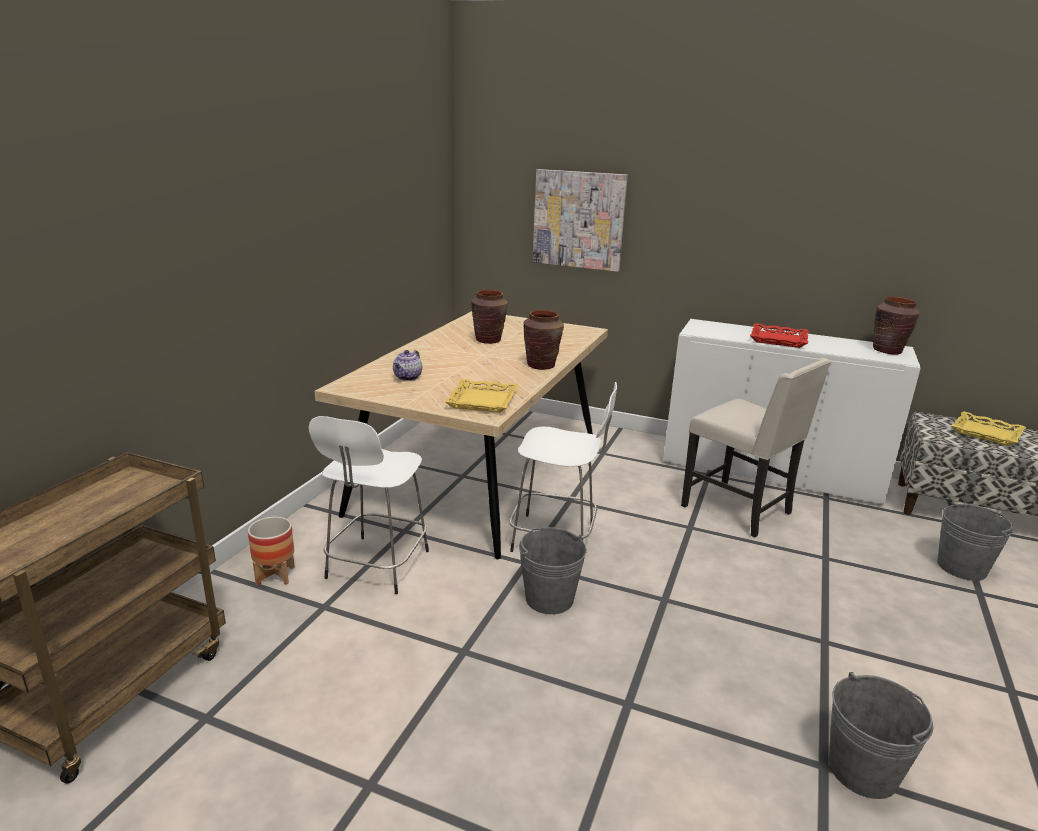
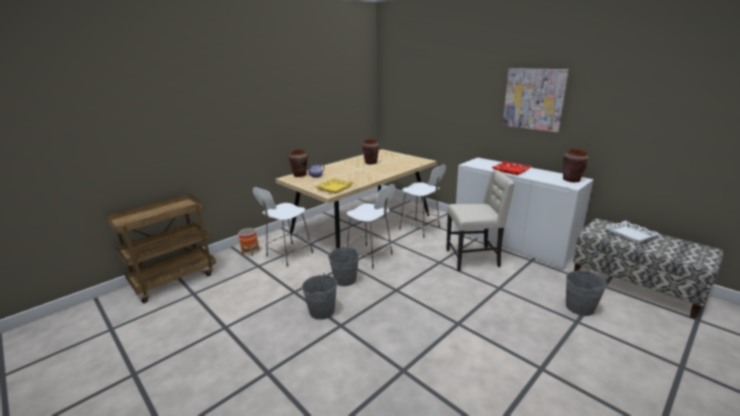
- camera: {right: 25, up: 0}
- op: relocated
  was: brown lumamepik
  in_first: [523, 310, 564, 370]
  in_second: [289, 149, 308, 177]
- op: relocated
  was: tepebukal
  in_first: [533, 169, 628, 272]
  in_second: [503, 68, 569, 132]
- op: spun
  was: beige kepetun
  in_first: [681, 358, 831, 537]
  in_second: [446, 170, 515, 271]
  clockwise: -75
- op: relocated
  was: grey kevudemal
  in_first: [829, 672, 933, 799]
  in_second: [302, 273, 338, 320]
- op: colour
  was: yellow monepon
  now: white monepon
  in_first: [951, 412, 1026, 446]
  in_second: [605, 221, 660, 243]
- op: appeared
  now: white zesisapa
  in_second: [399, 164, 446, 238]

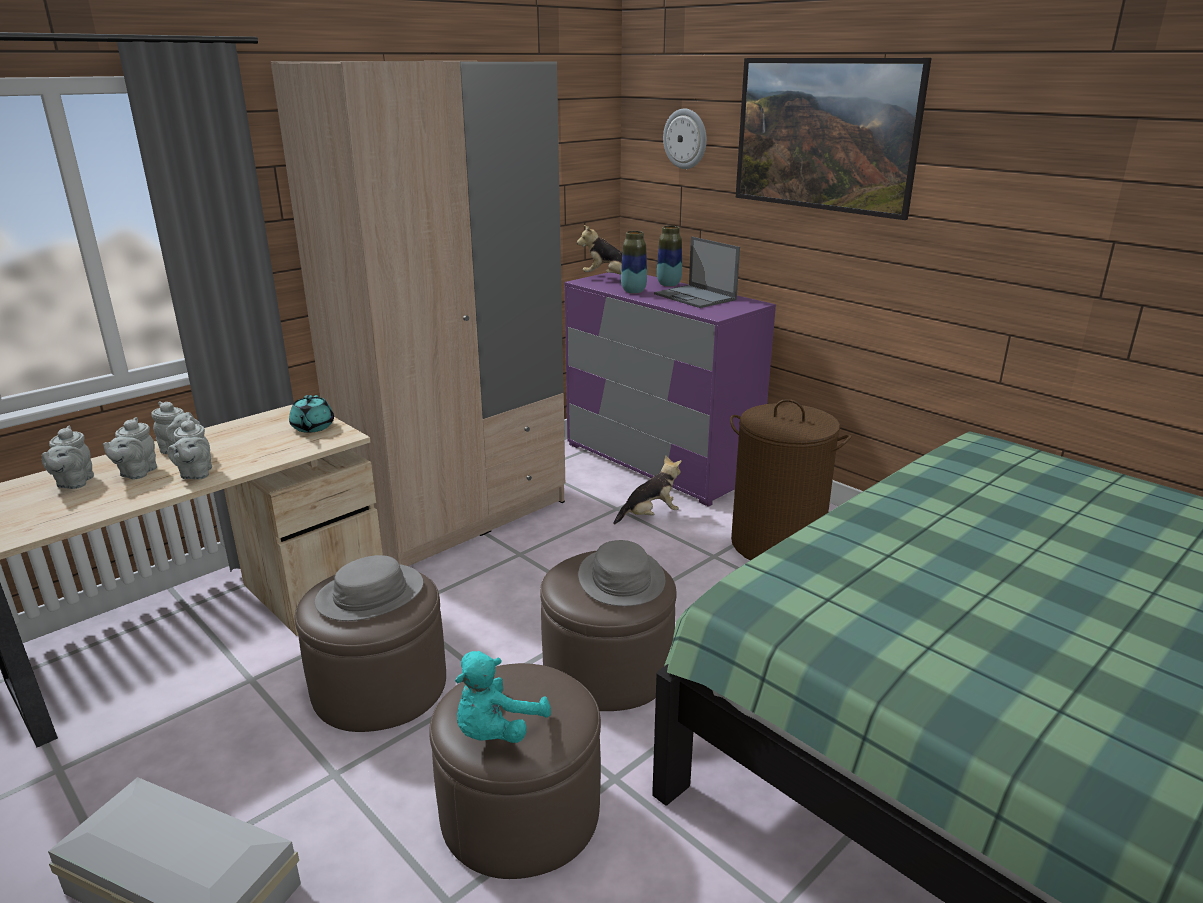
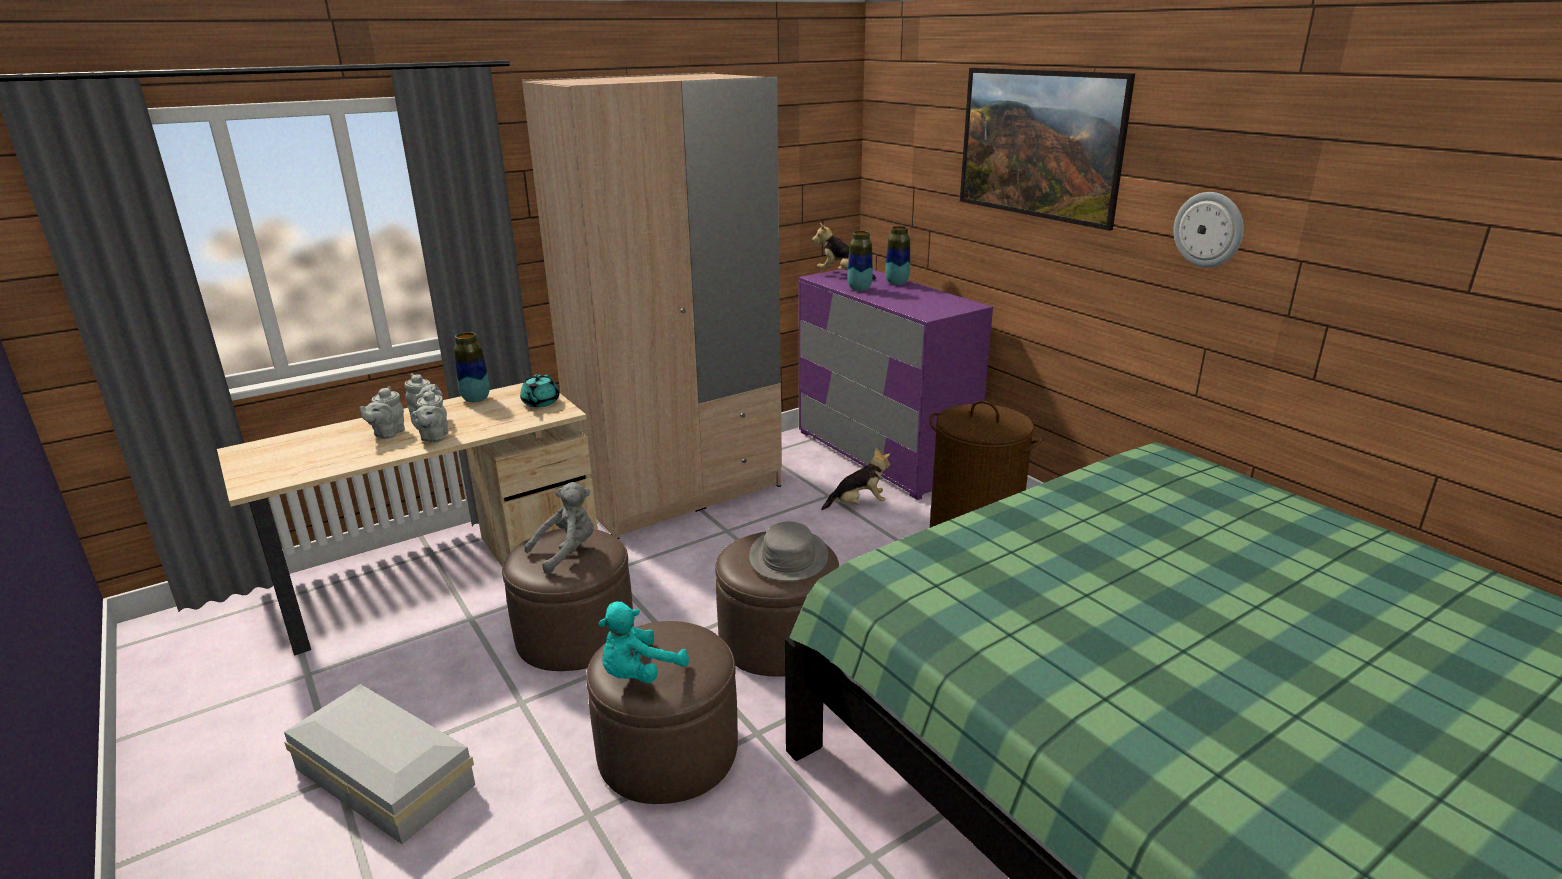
- camera: {right: 10, up: 0}
- op: missing
  was: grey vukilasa
  in_first: [41, 426, 94, 489]
- op: exchanged
  was: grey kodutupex
  now: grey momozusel
  in_first: [315, 555, 423, 621]
  in_second: [525, 482, 594, 574]
- op: missing
  was: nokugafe
  in_first: [654, 237, 740, 308]
- op: relocated
  was: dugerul
  in_first: [663, 109, 707, 169]
  in_second: [1174, 192, 1244, 268]
- op: appeared
  now: lumamepik
  in_second: [454, 332, 490, 402]

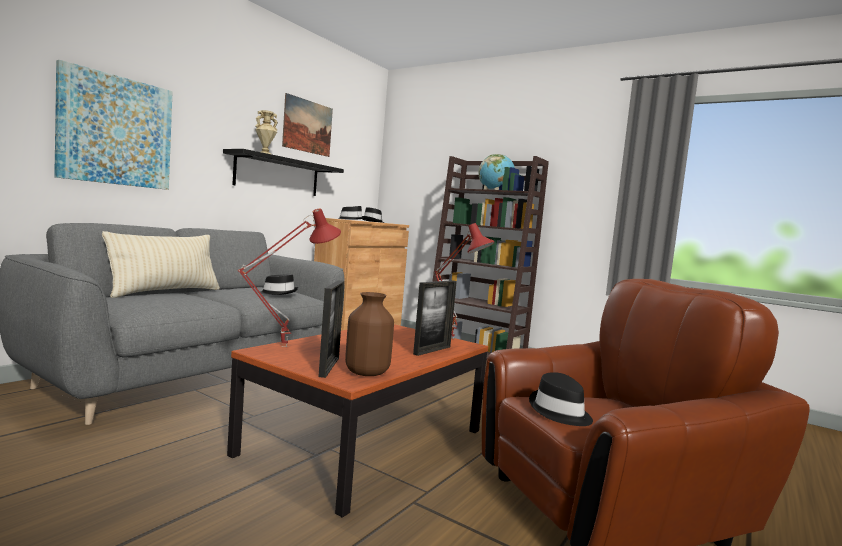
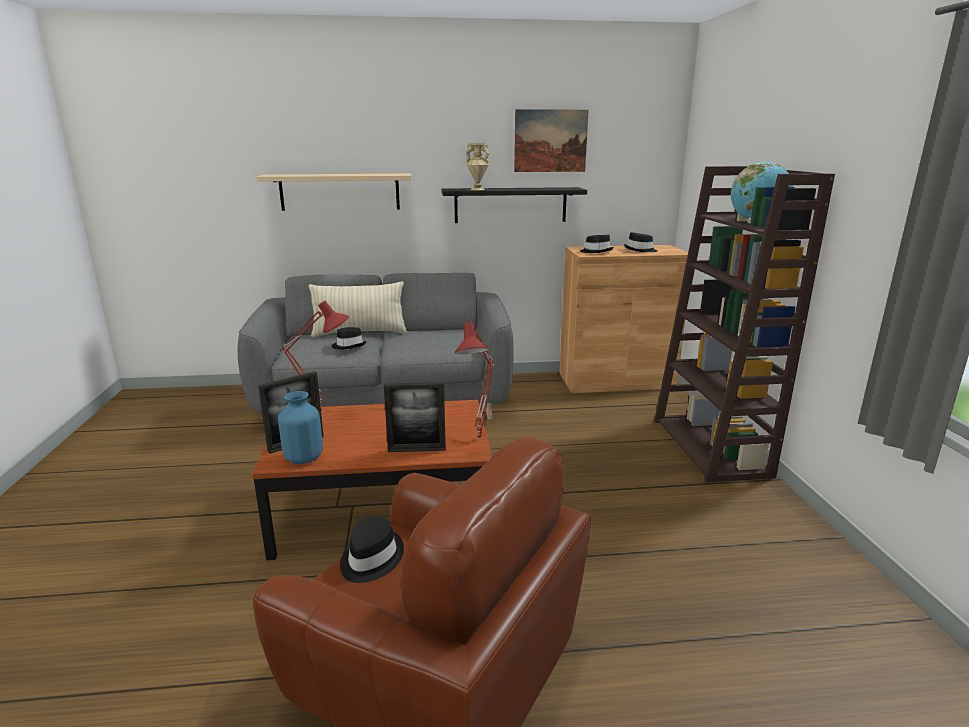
- camera: {right: 50, up: 15}
- op: exchanged
  was: tepebukal
  now: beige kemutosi
  in_first: [54, 60, 173, 190]
  in_second: [256, 174, 411, 211]
- op: relocated
  was: black kodutupex
  in_first: [259, 274, 298, 295]
  in_second: [332, 327, 367, 350]
- op: colour
  was: brown lumamepik
  now: blue lumamepik
  in_first: [345, 292, 394, 376]
  in_second: [278, 391, 323, 464]

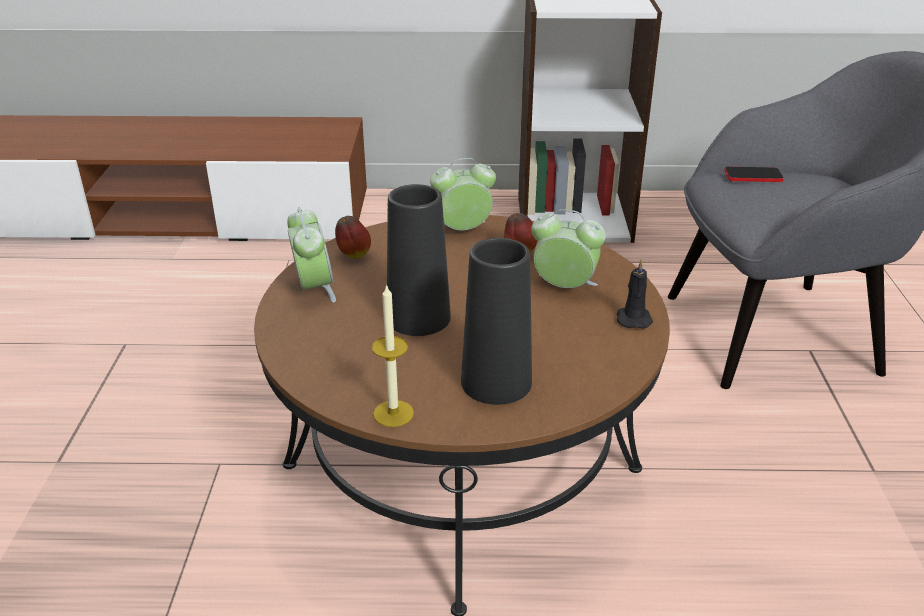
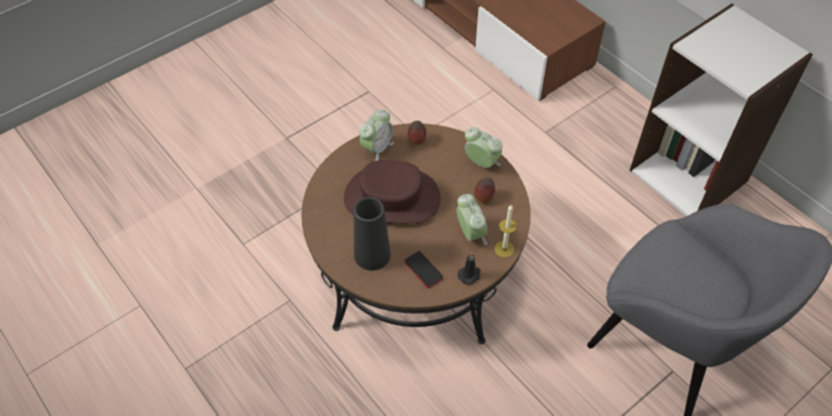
- camera: {right: 50, up: 20}
- op: relocated
  was: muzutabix
  in_first: [372, 284, 414, 427]
  in_second: [494, 205, 517, 258]
- op: exchanged
  was: black lumamepik
  now: brown kodutupex
  in_first: [387, 184, 451, 336]
  in_second: [344, 160, 441, 223]
- op: relocated
  was: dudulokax
  in_first: [724, 167, 784, 182]
  in_second: [404, 251, 443, 288]

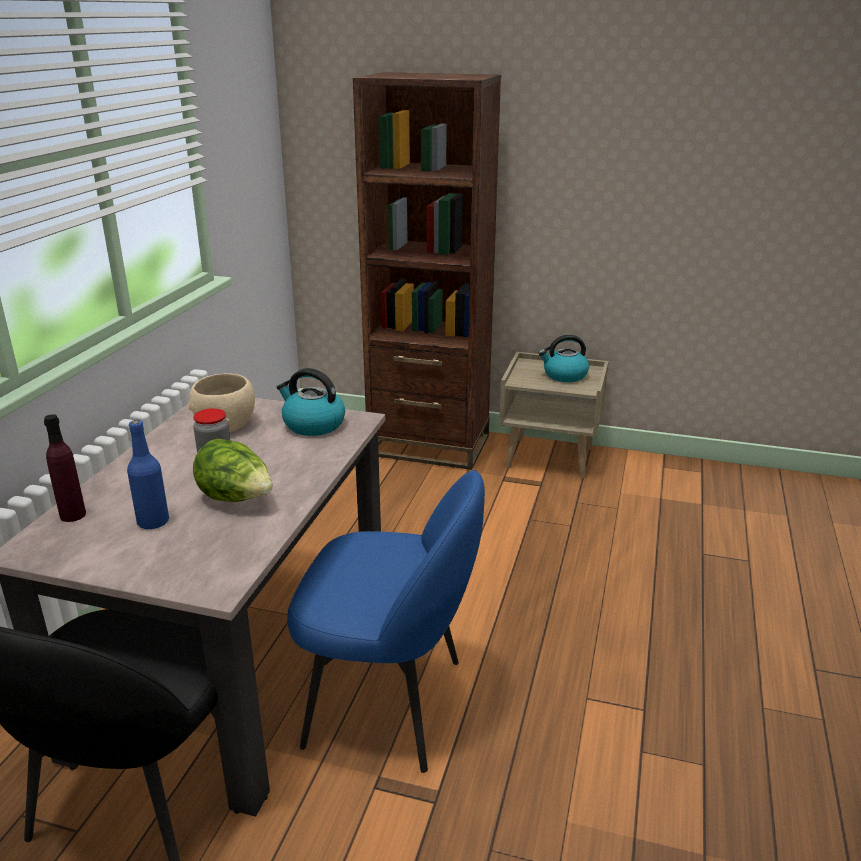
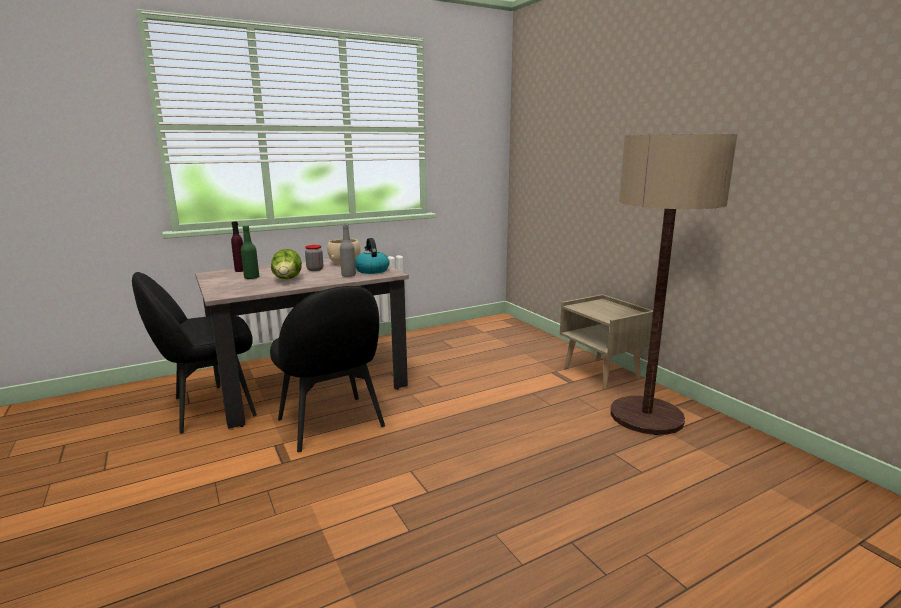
- camera: {right: 45, up: -10}
- op: colour
  was: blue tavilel
  now: green tavilel
  in_first: [127, 420, 169, 530]
  in_second: [241, 225, 259, 279]
- op: colour
  was: blue kepetun
  now: black kepetun
  in_first: [287, 470, 485, 773]
  in_second: [270, 286, 385, 452]
- op: missing
  was: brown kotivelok
  in_first: [353, 72, 501, 470]
- op: missing
  was: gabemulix
  in_first: [539, 335, 589, 382]
- op: appeared
  now: grey tavilel
  in_second: [340, 224, 356, 277]
- op: appeared
  now: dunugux
  in_second: [610, 134, 737, 435]

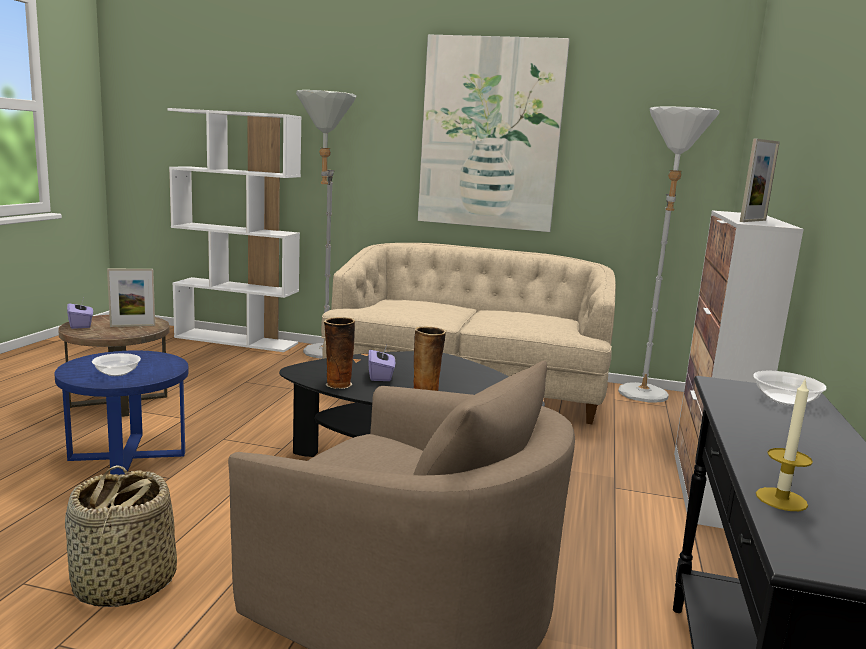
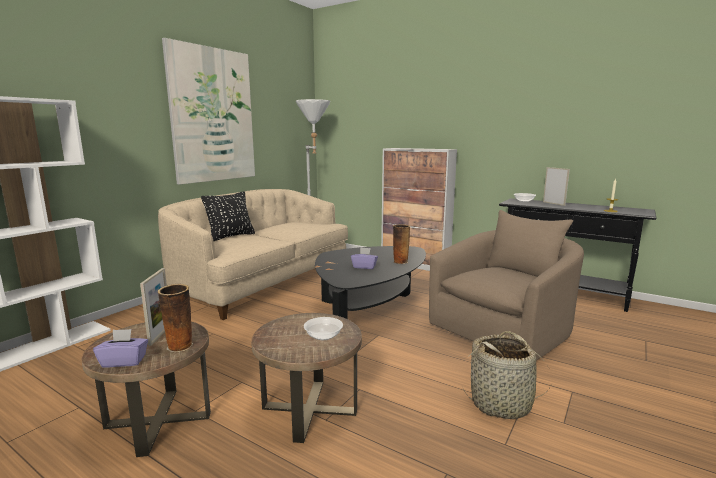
- camera: {right: -70, up: 0}
- op: colour
  was: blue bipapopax
  now: brown bipapopax
  in_first: [54, 351, 189, 475]
  in_second: [251, 313, 362, 443]
- op: missing
  was: grey dunugux
  in_first: [296, 90, 357, 359]
- op: relocated
  was: lumamepik
  in_first: [324, 317, 355, 389]
  in_second: [158, 283, 193, 352]
- op: relocated
  was: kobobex
  in_first: [740, 138, 780, 222]
  in_second: [543, 167, 570, 206]
- op: appeared
  now: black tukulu
  in_second: [201, 191, 255, 241]

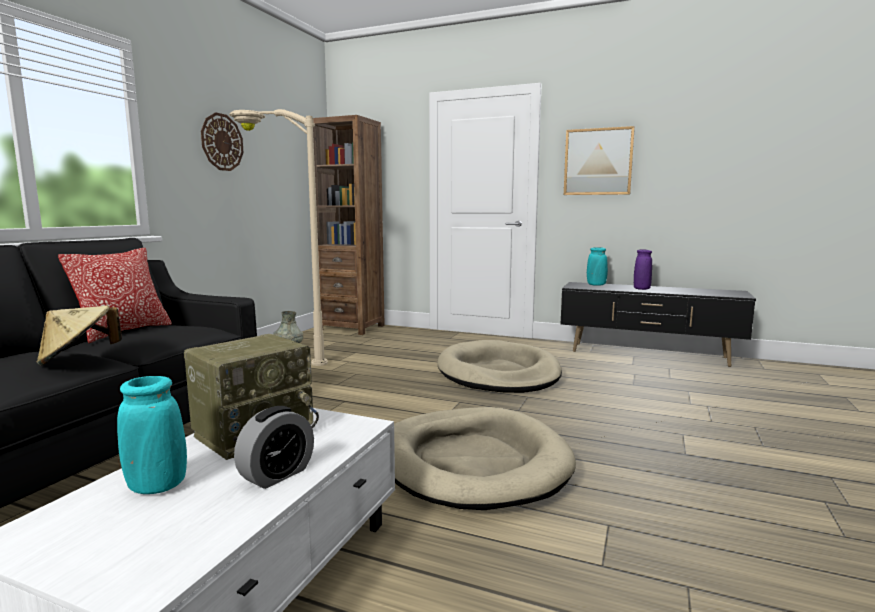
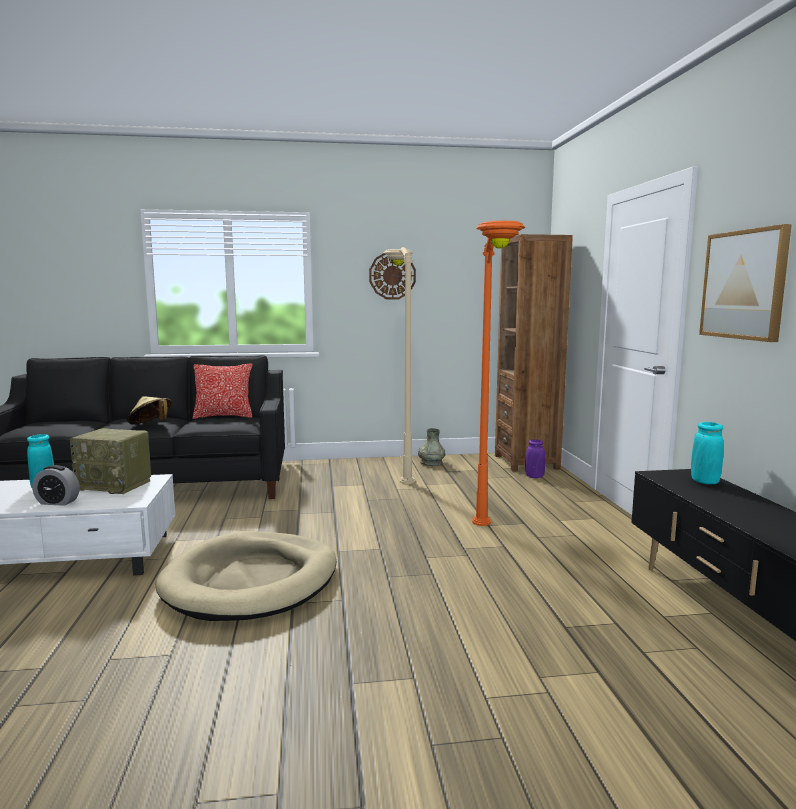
- camera: {right: 60, up: 0}
- op: exchanged
  was: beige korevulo
  now: orange dunugux
  in_first: [437, 340, 562, 393]
  in_second: [472, 221, 525, 526]
- op: relocated
  was: purple lumamepik
  in_first: [634, 249, 652, 290]
  in_second: [525, 440, 546, 478]

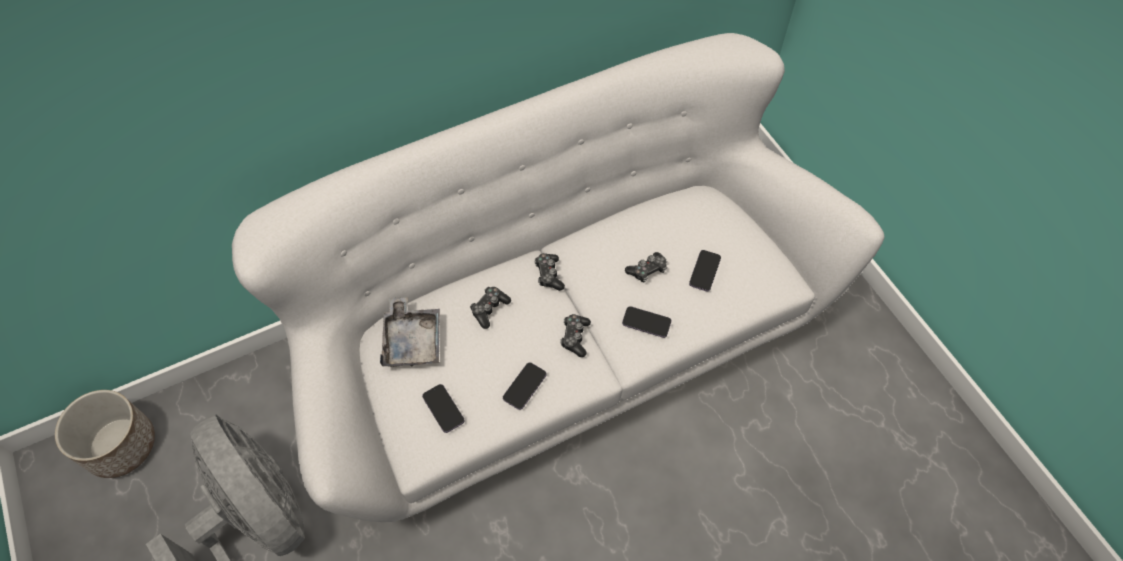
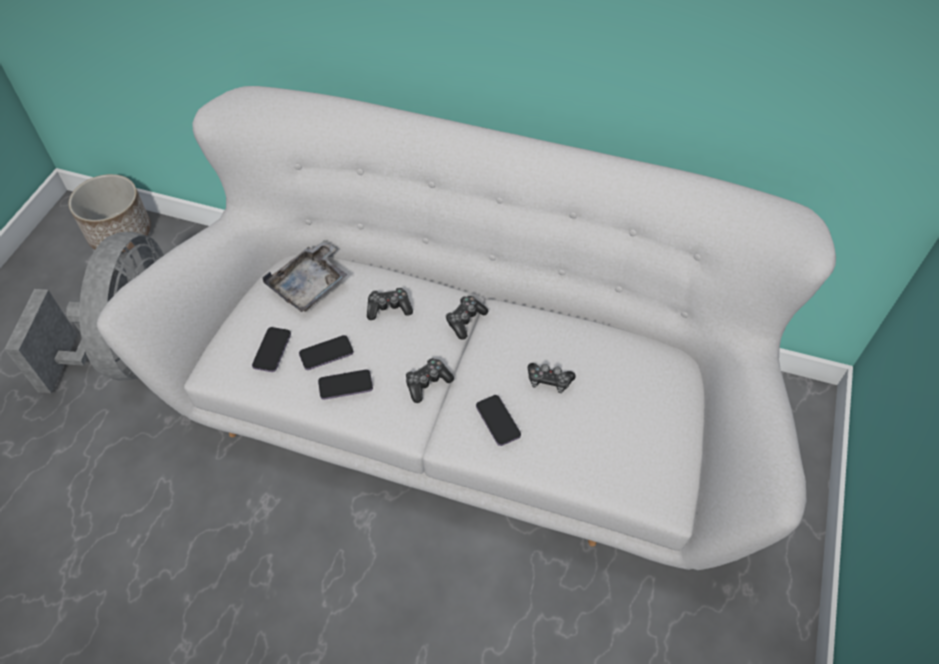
- camera: {right: 45, up: -5}
- op: relocated
  was: dudulokax
  in_first: [689, 250, 721, 291]
  in_second: [299, 335, 354, 370]

